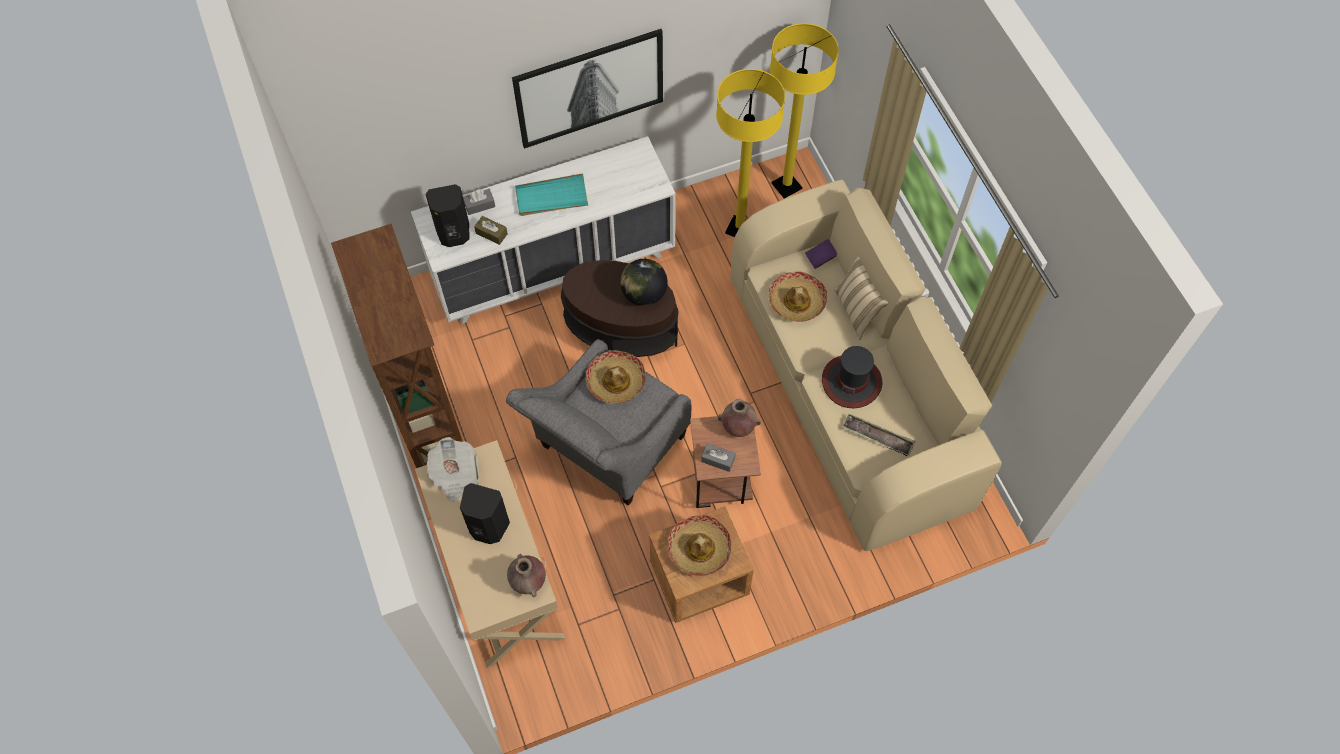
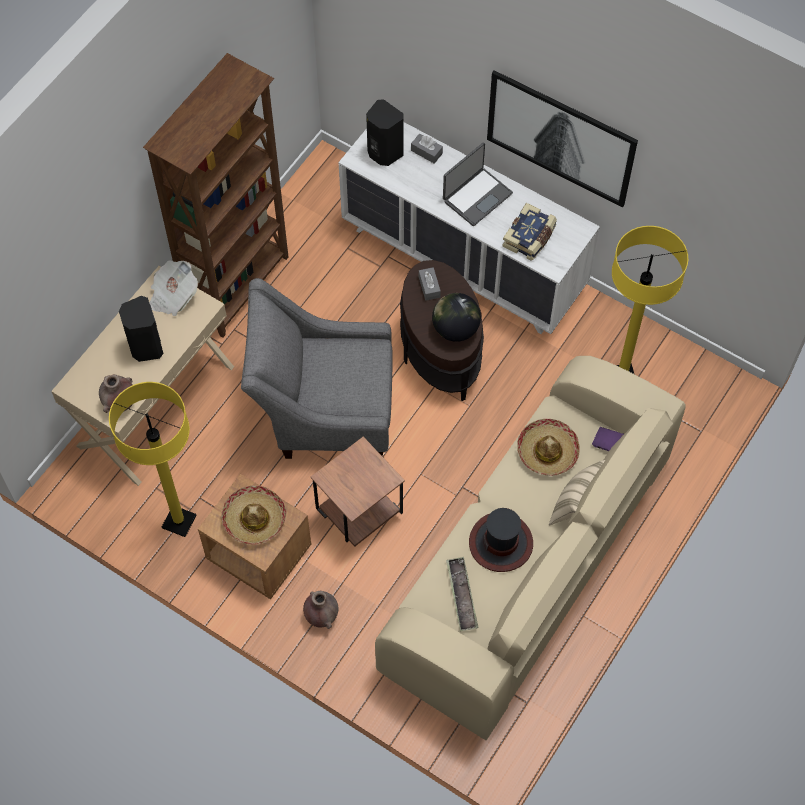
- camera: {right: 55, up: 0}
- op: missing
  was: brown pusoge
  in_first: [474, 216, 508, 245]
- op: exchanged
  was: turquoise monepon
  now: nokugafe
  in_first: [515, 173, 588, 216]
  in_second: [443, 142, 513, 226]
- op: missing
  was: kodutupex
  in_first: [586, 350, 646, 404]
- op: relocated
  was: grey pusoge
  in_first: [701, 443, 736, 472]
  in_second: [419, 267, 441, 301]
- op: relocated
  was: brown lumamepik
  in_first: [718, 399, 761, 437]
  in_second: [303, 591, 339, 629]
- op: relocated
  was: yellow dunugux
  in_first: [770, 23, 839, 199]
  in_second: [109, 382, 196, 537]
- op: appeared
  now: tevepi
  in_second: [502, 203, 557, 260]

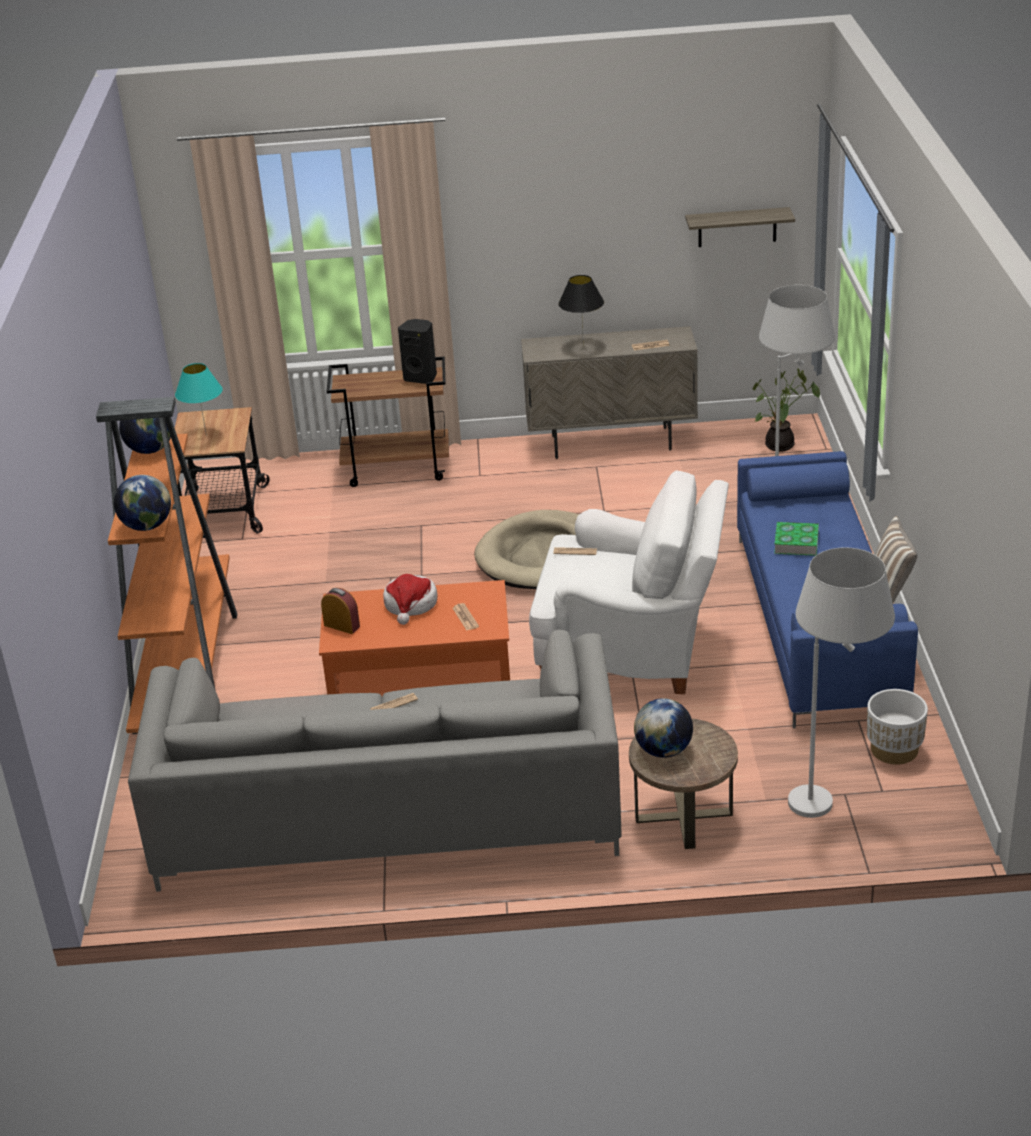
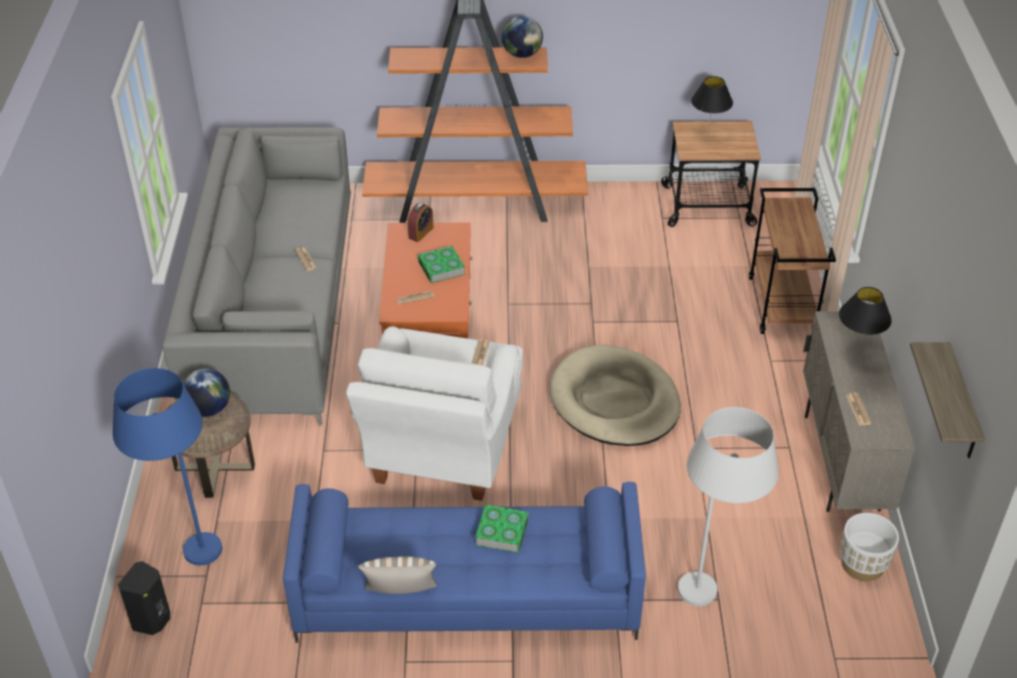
- camera: {right: 90, up: 10}
- op: missing
  was: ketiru
  in_first: [114, 475, 171, 531]
- op: colour
  was: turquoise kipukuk
  now: black kipukuk
  in_first: [175, 363, 223, 436]
  in_second: [691, 76, 733, 138]
- op: exchanged
  was: kodutupex
  now: tevepi
  in_first: [383, 574, 438, 625]
  in_second: [418, 246, 465, 283]
- op: relocated
  was: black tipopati
  in_first: [398, 319, 437, 384]
  in_second: [118, 561, 170, 635]
- op: missing
  was: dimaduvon
  in_first: [753, 369, 820, 452]
- op: colour
  was: white dunugux
  now: blue dunugux
  in_first: [788, 548, 895, 818]
  in_second: [113, 368, 222, 565]
- op: relocated
  was: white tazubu
  in_first: [867, 689, 928, 765]
  in_second: [840, 513, 899, 581]

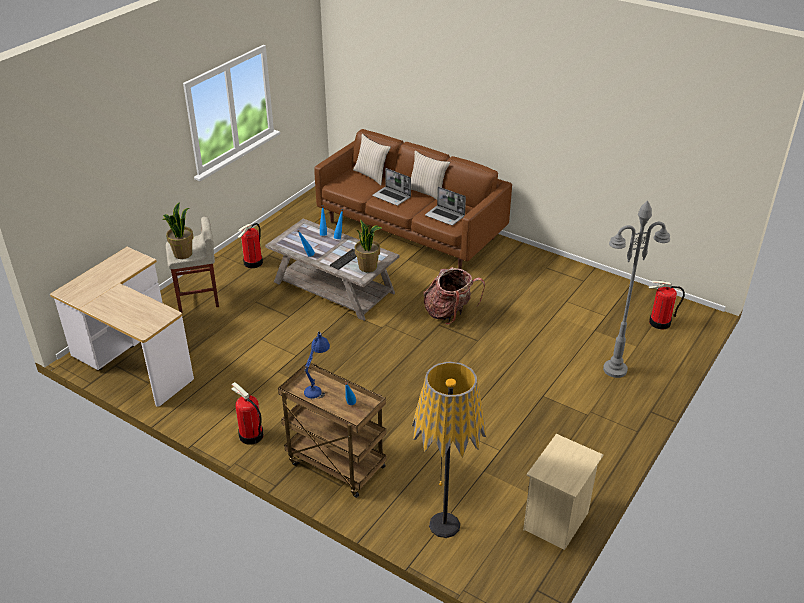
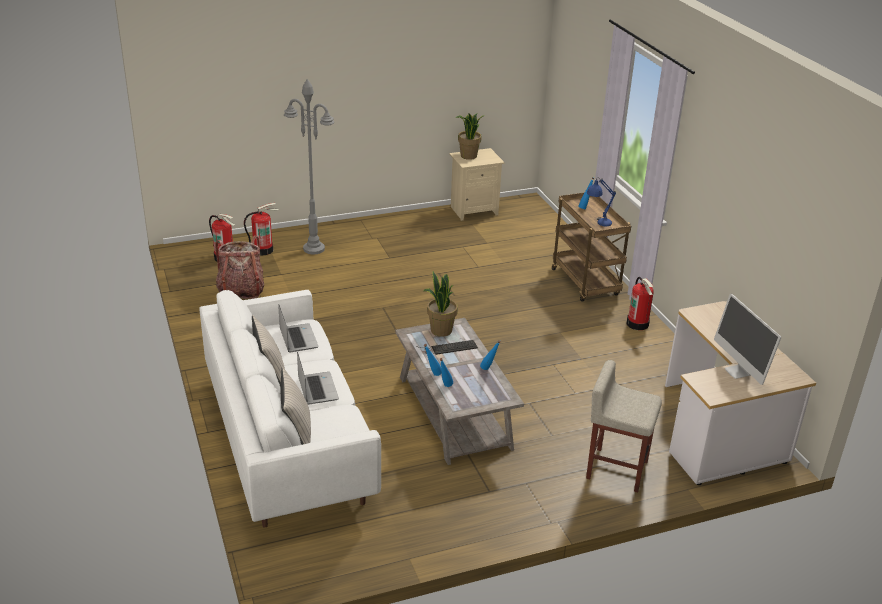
- camera: {right: -145, up: -5}
- op: relocated
  was: dimaduvon
  in_first: [162, 202, 194, 259]
  in_second: [456, 113, 483, 160]
- op: relocated
  was: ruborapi
  in_first: [238, 223, 263, 268]
  in_second: [244, 203, 278, 255]
- op: colour
  was: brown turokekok
  now: white turokekok
  in_first: [314, 129, 512, 269]
  in_second: [199, 290, 381, 528]
- op: missing
  was: dunugux
  in_first: [412, 361, 486, 538]
- op: relocated
  was: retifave
  in_first: [424, 267, 485, 325]
  in_second: [215, 235, 264, 299]
- op: appeared
  now: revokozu
  in_second: [714, 294, 781, 385]

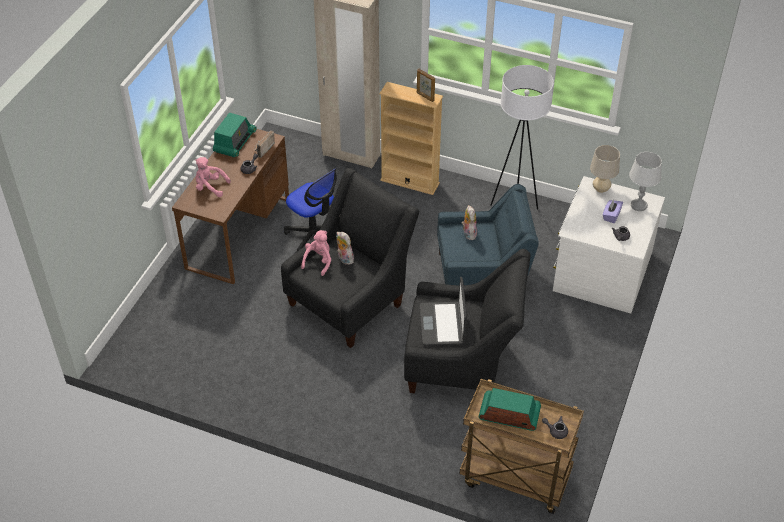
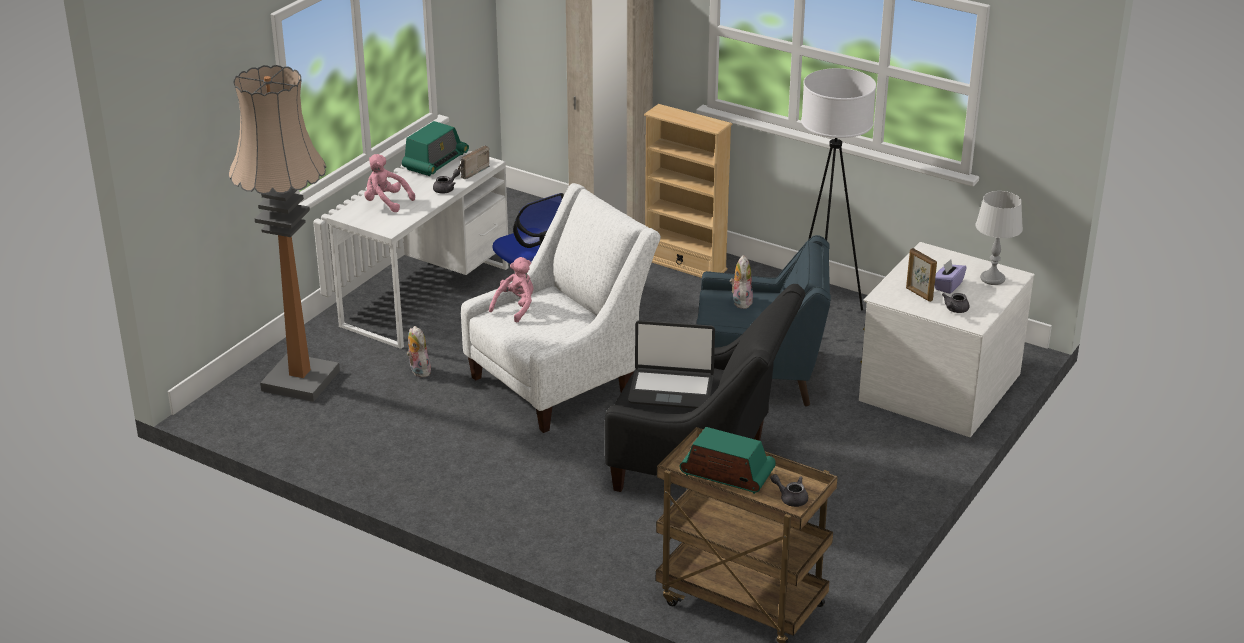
- camera: {right: 10, up: -15}
- op: colour
  was: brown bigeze
  now: white bigeze
  in_first: [172, 129, 289, 284]
  in_second: [327, 151, 508, 349]
- op: colour
  was: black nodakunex
  now: white nodakunex
  in_first: [281, 168, 419, 348]
  in_second: [461, 183, 661, 433]
- op: relocated
  was: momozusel
  in_first: [336, 232, 354, 265]
  in_second: [406, 326, 431, 377]
- op: relocated
  was: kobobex
  in_first: [417, 69, 435, 102]
  in_second: [906, 248, 937, 302]
- op: spun
  was: nokugafe
  in_first: [420, 277, 467, 345]
  in_second: [628, 320, 715, 408]
  clockwise: -90
- op: missing
  was: beige kipukuk
  in_first: [590, 145, 620, 193]
- op: appeared
  now: dunugux
  in_second: [229, 65, 340, 402]

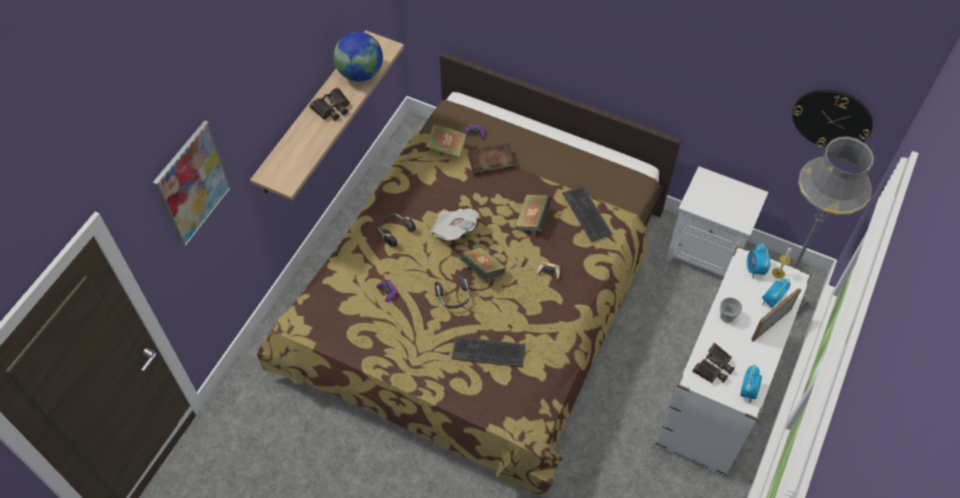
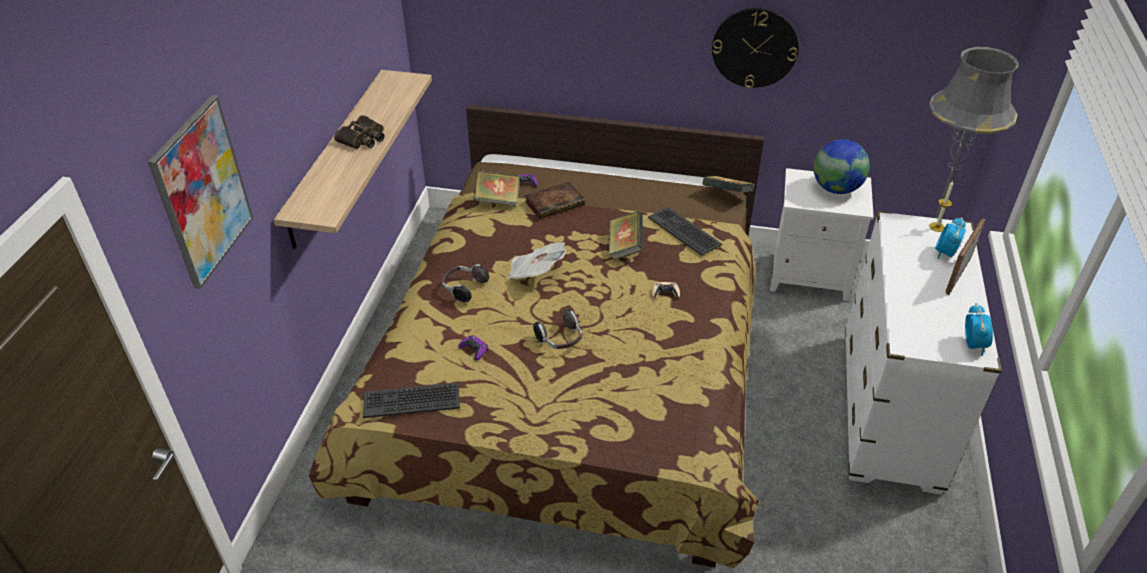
- camera: {right: -15, up: -15}
- op: relocated
  was: ketiru
  in_first: [334, 32, 383, 82]
  in_second: [813, 139, 870, 194]
- op: relocated
  was: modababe
  in_first: [452, 336, 525, 367]
  in_second: [363, 382, 460, 418]
- op: relocated
  was: tevepi
  in_first: [459, 247, 506, 280]
  in_second: [702, 176, 755, 193]
- op: missing
  was: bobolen
  in_first: [692, 343, 735, 383]
- op: missing
  was: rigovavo
  in_first: [720, 297, 742, 323]
- op: missing
  was: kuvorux
  in_first: [747, 243, 770, 278]
- op: relocated
  was: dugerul
  in_first: [792, 89, 873, 148]
  in_second: [712, 8, 798, 88]

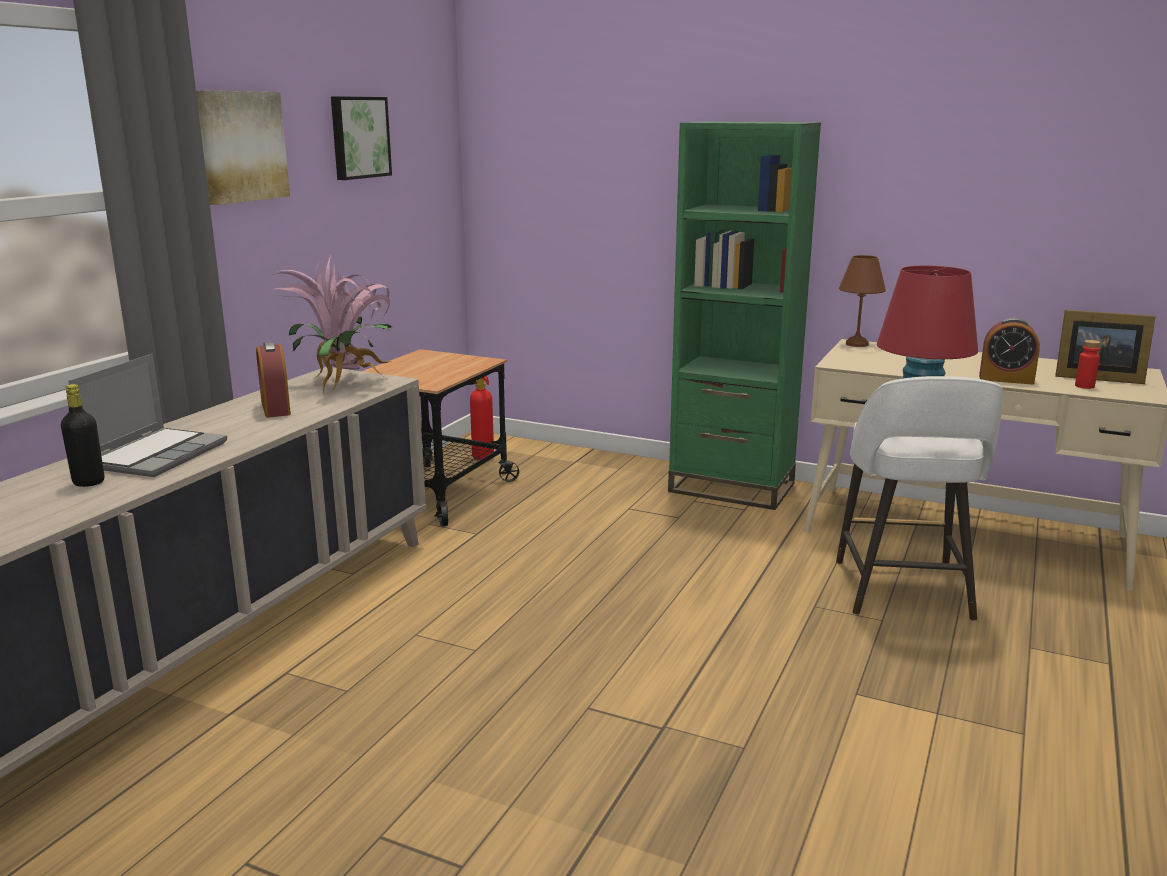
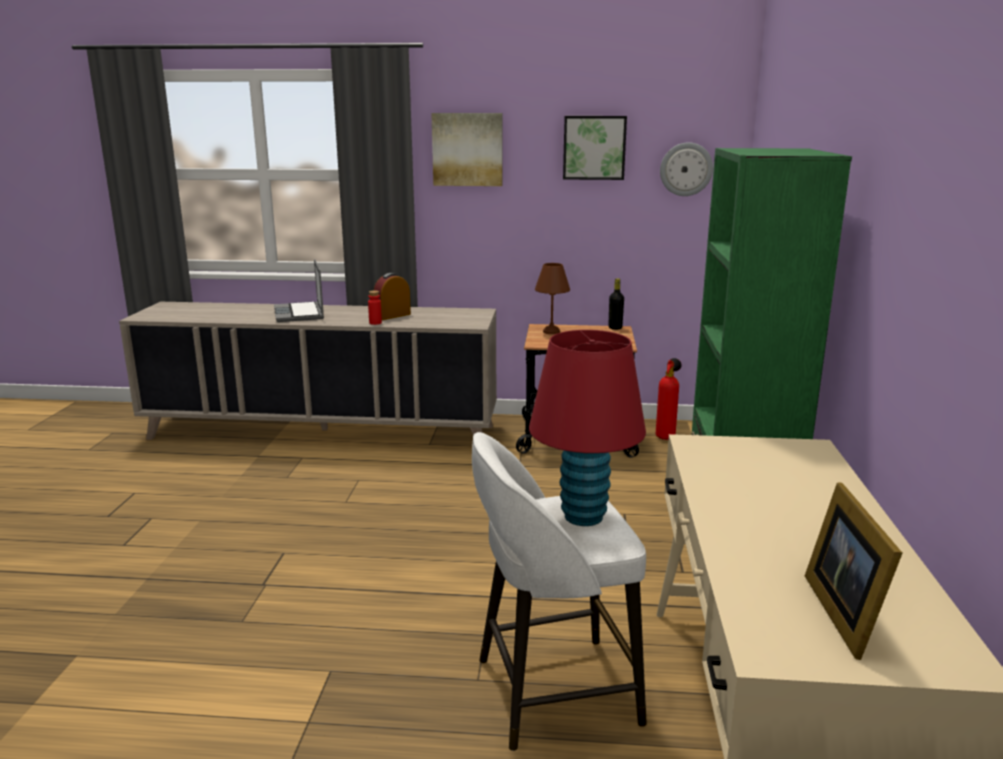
- camera: {right: 70, up: 0}
- op: relocated
  was: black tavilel
  in_first: [61, 384, 104, 487]
  in_second: [609, 278, 624, 330]
- op: spun
  was: nokugafe
  in_first: [68, 354, 227, 477]
  in_second: [274, 259, 324, 322]
  clockwise: 75
- op: missing
  was: dimaduvon
  in_first: [273, 256, 392, 393]
- op: relocated
  was: brown kipukuk
  in_first: [839, 255, 886, 347]
  in_second: [535, 263, 570, 334]
- op: missing
  was: kuvorux
  in_first: [979, 318, 1040, 385]
- op: relocated
  was: red tavilel
  in_first: [1075, 340, 1101, 389]
  in_second: [368, 290, 382, 325]
- op: appeared
  now: dugerul
  in_second: [660, 142, 713, 196]

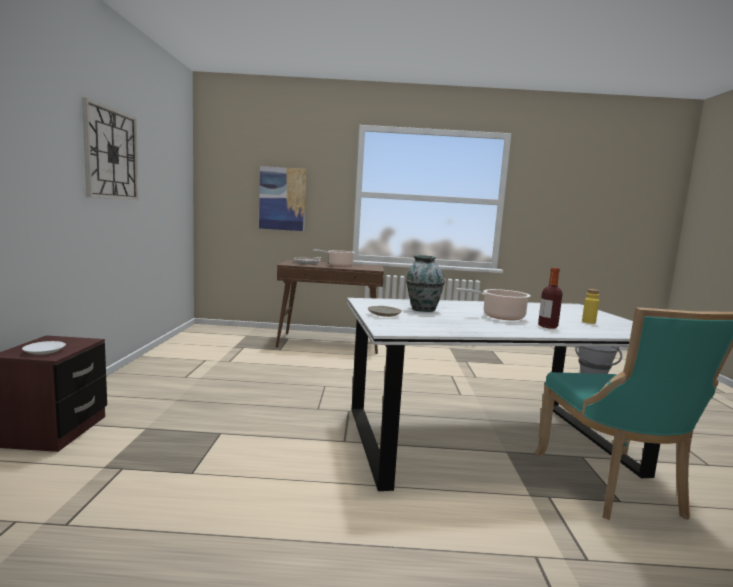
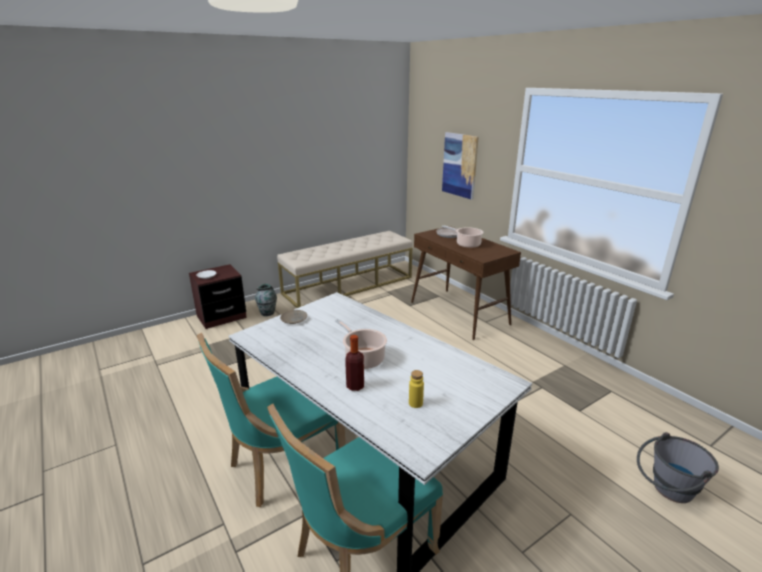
- camera: {right: 55, up: 15}
- op: missing
  was: dugerul
  in_first: [82, 97, 139, 200]
- op: relocated
  was: lumamepik
  in_first: [406, 255, 445, 312]
  in_second: [255, 284, 277, 316]
- op: appeared
  now: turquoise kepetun
  in_second: [197, 333, 345, 508]
- op: appeared
  now: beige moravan
  in_second: [277, 231, 413, 308]

